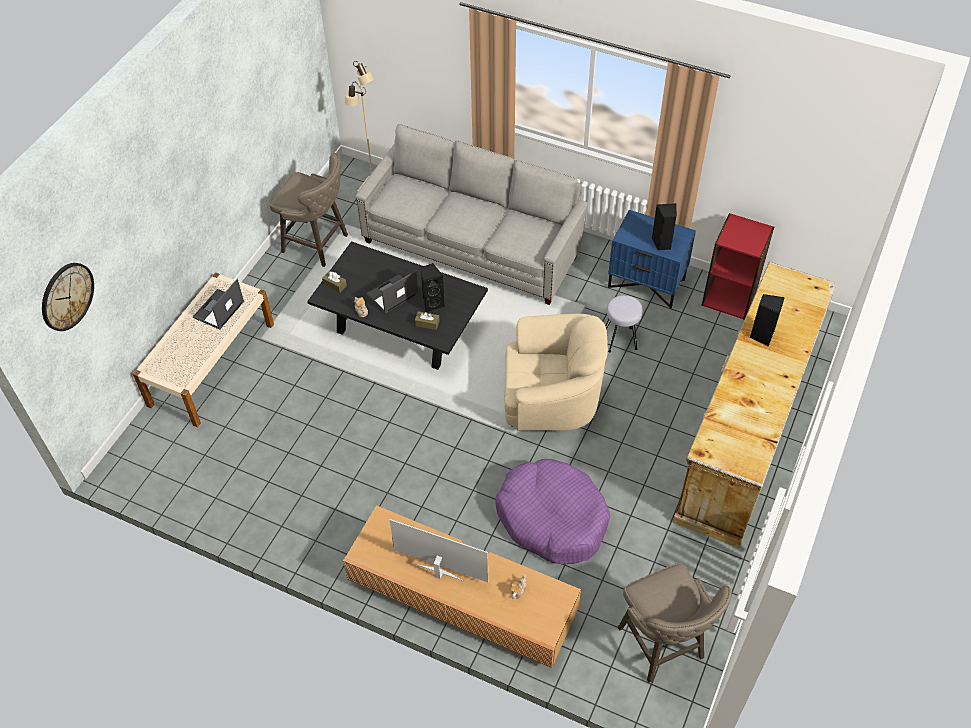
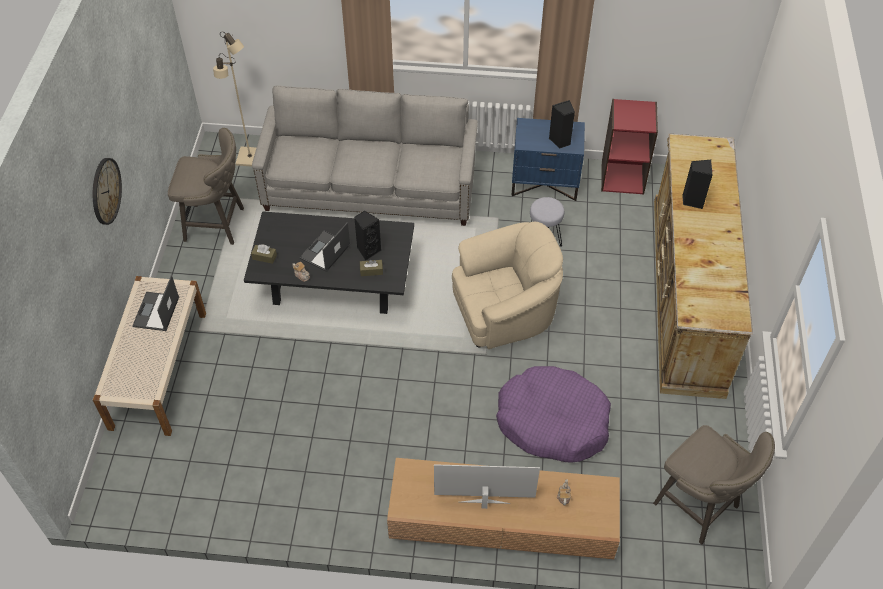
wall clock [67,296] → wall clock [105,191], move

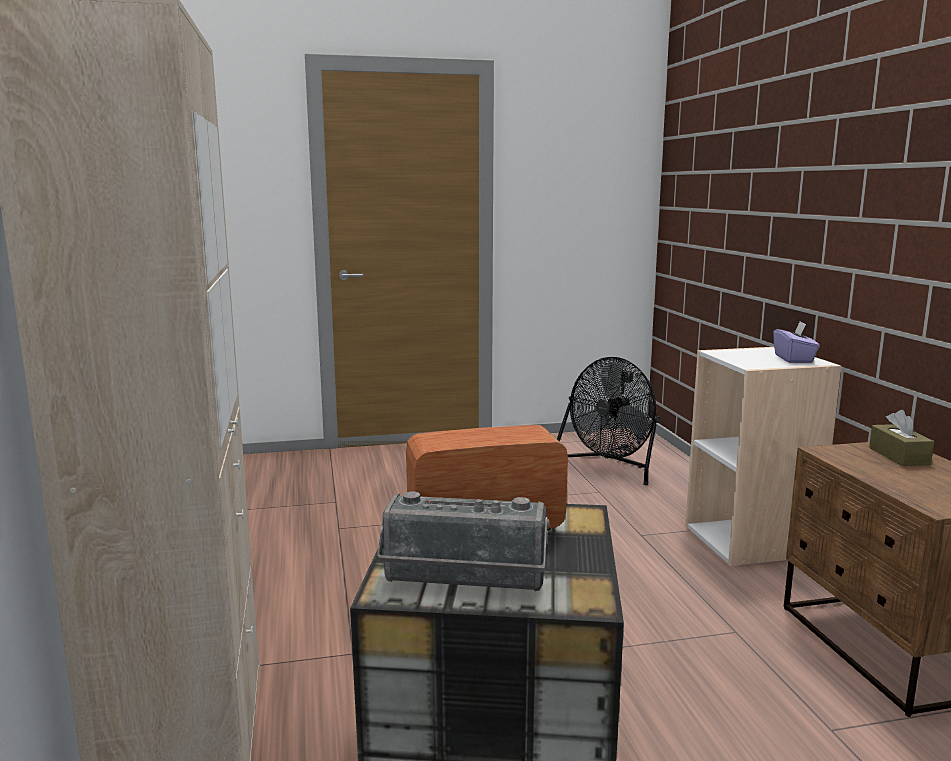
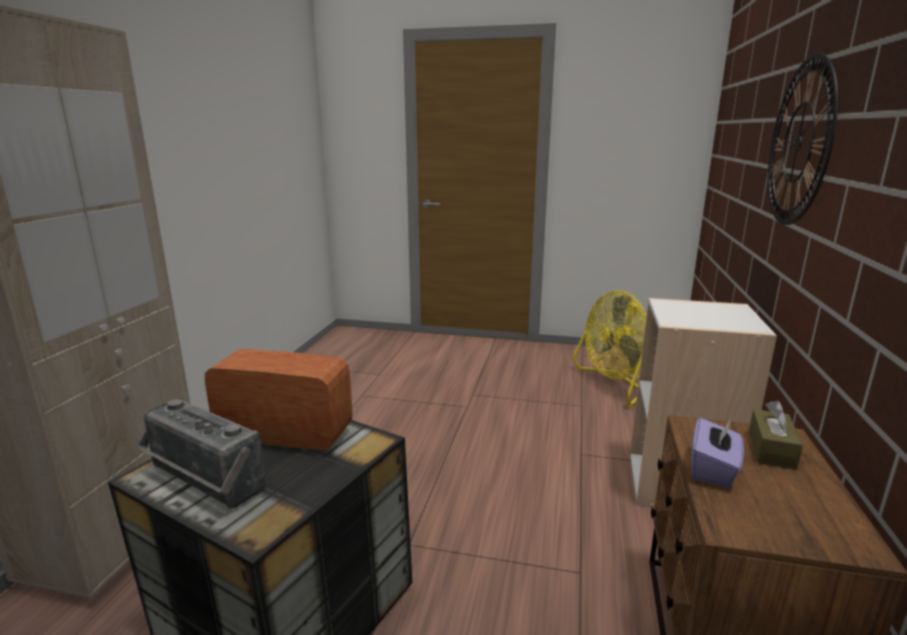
purple-coloured tissue box [794,359] → purple-coloured tissue box [713,469], move
blackish fan [612,465] → yellow-coloured fan [616,383]
- → wall clock [799,143]

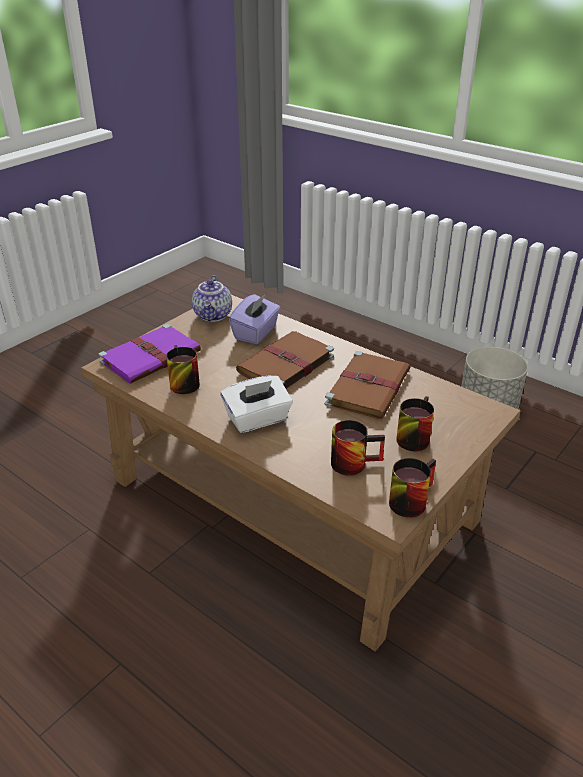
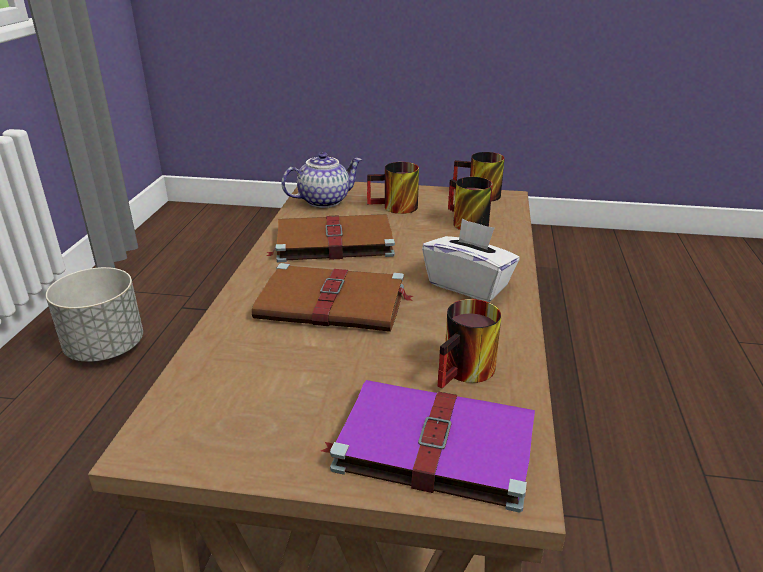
tea pot [214,315] → tea pot [324,201], move
purple-coloured tissue box [256,332] → -

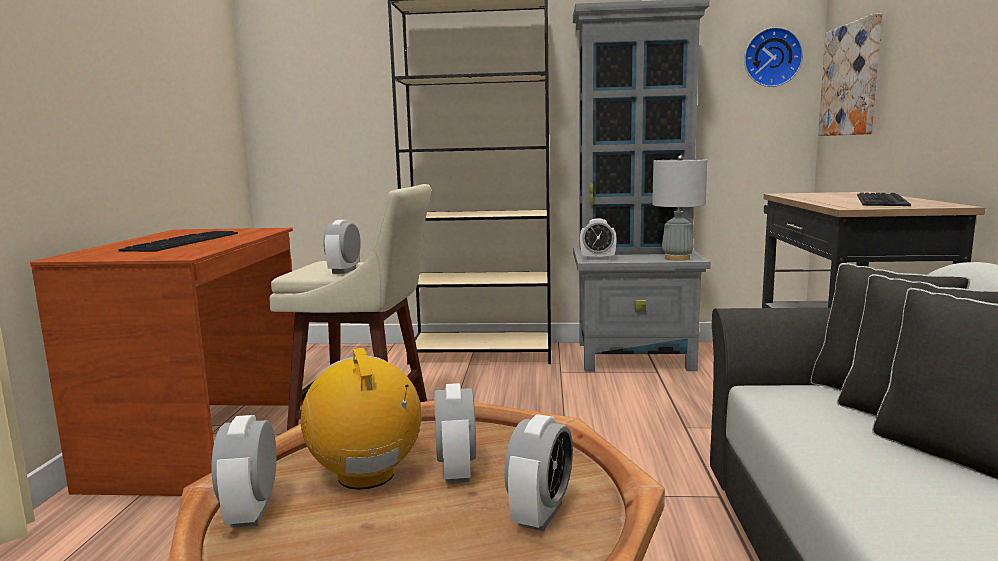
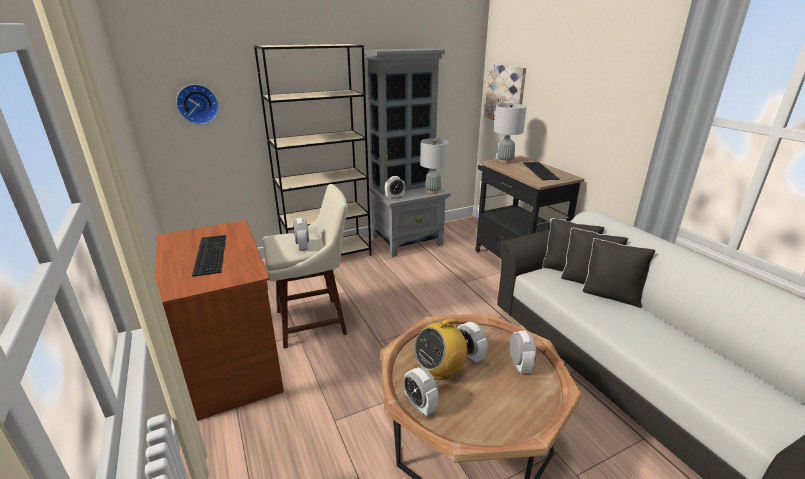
wall clock [771,57] → wall clock [197,104], move
radio receiver [366,476] → radio receiver [440,370], 75 degrees counterclockwise
- → gray table lamp [505,161]

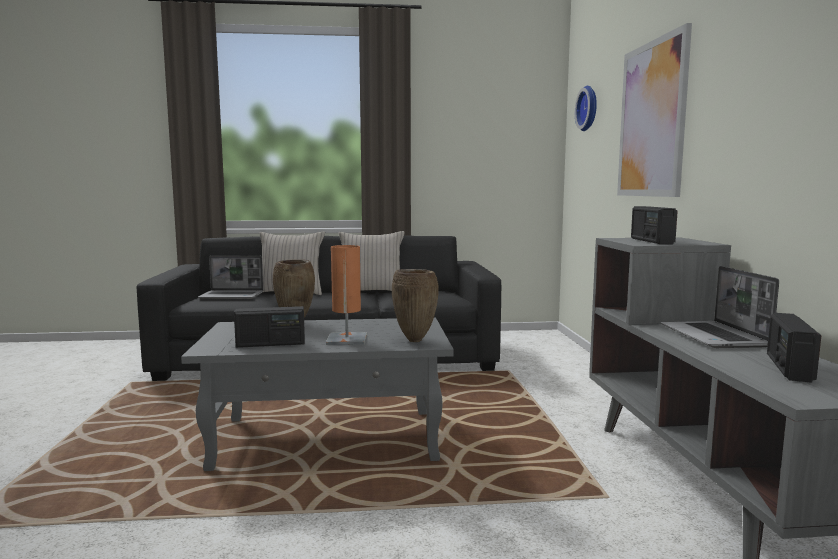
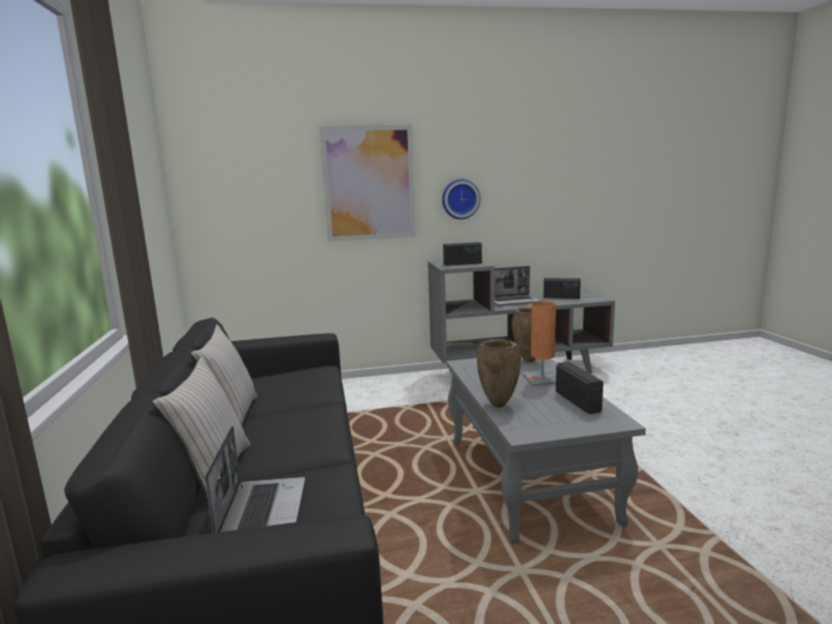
wall clock [589,108] → wall clock [460,199], move

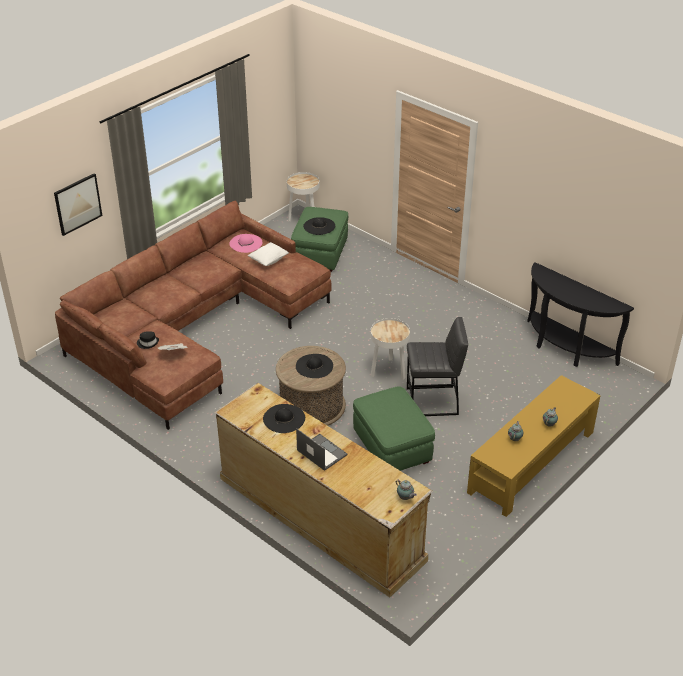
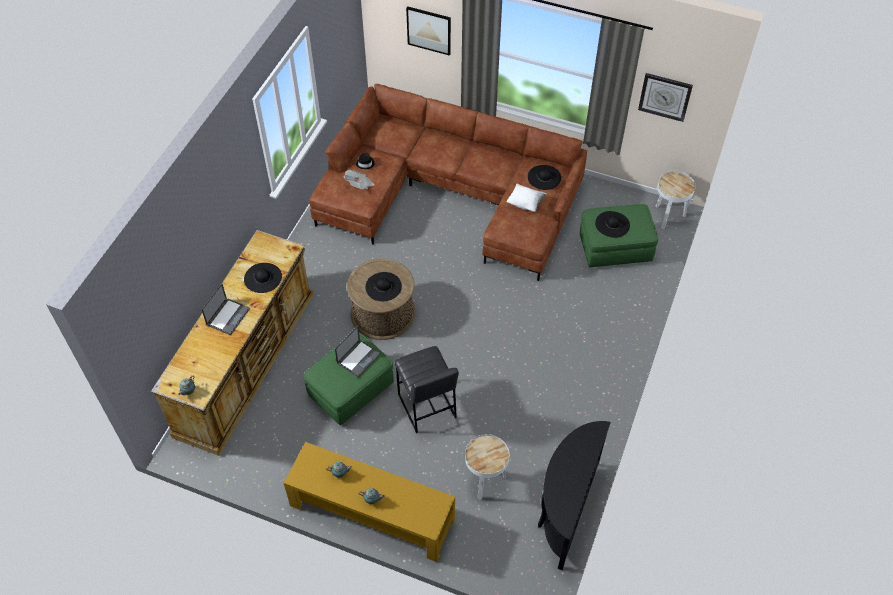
pink-coloured wearable hat [245,243] → blackish wearable hat [544,177]
white side table [388,371] → white side table [485,480], move
- → wall clock [665,96]
- → laptop [359,358]

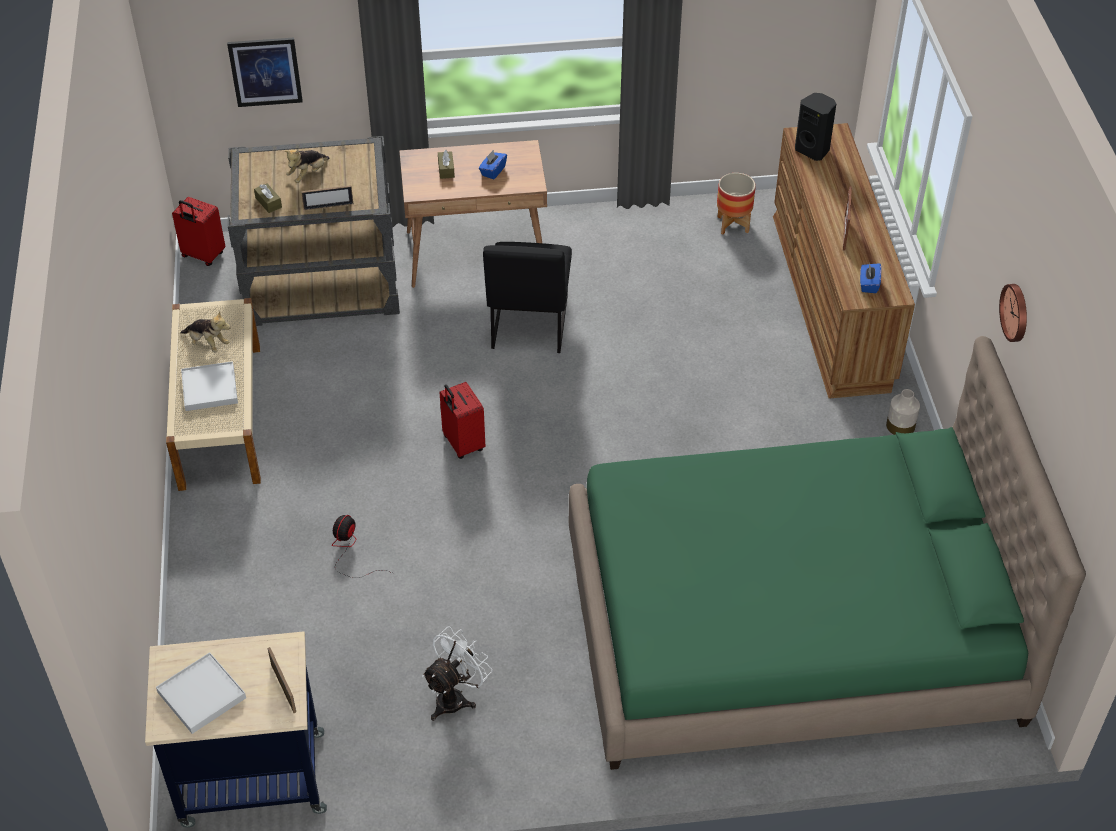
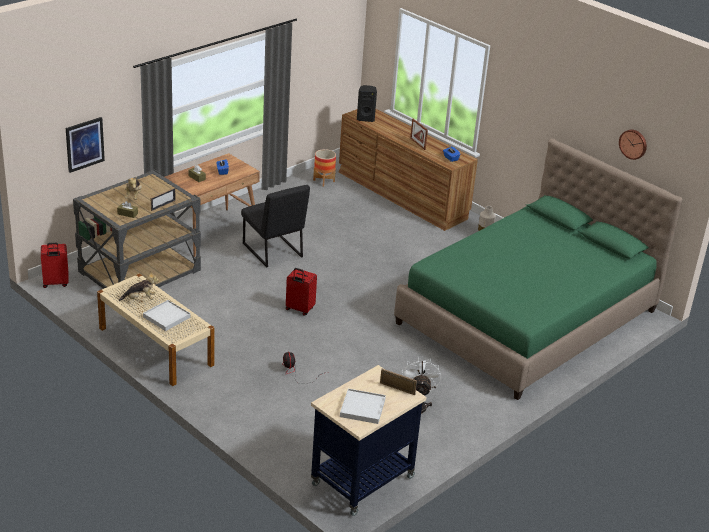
wall clock [1016,312] → wall clock [633,144], move

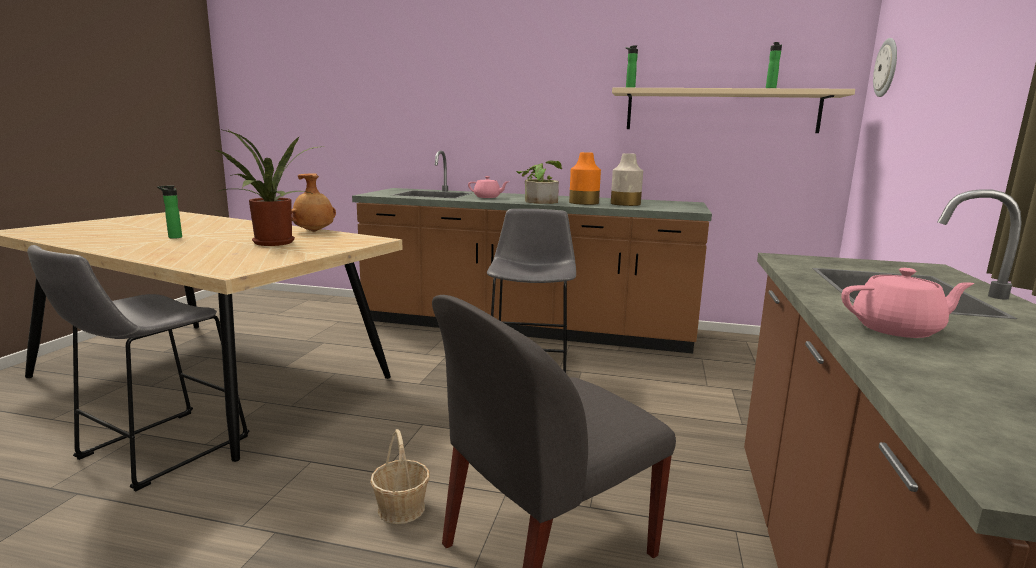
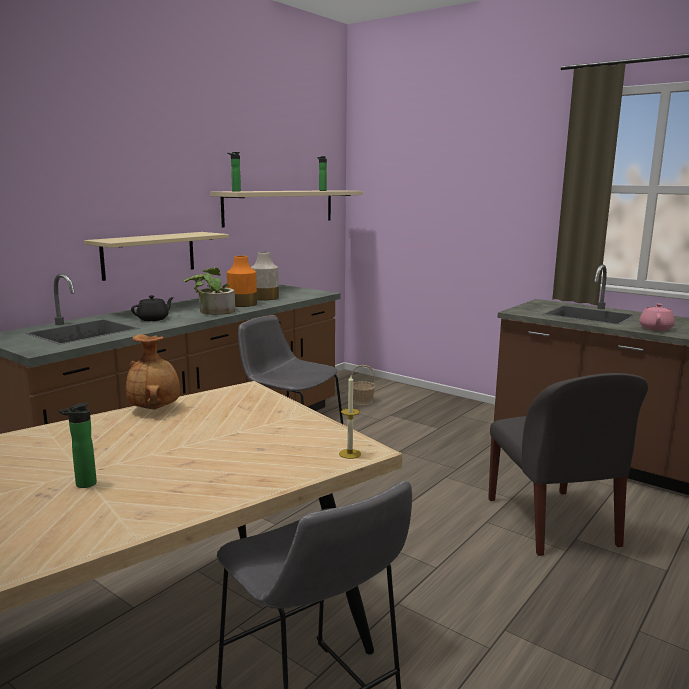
wall clock [887,67] → -
houseplant [273,243] → -
pink-coloured tea pot [487,197] → blackish tea pot [153,319]
household basket [401,508] → household basket [362,401], move
- → beige shelf [149,255]
- → wax light [350,454]

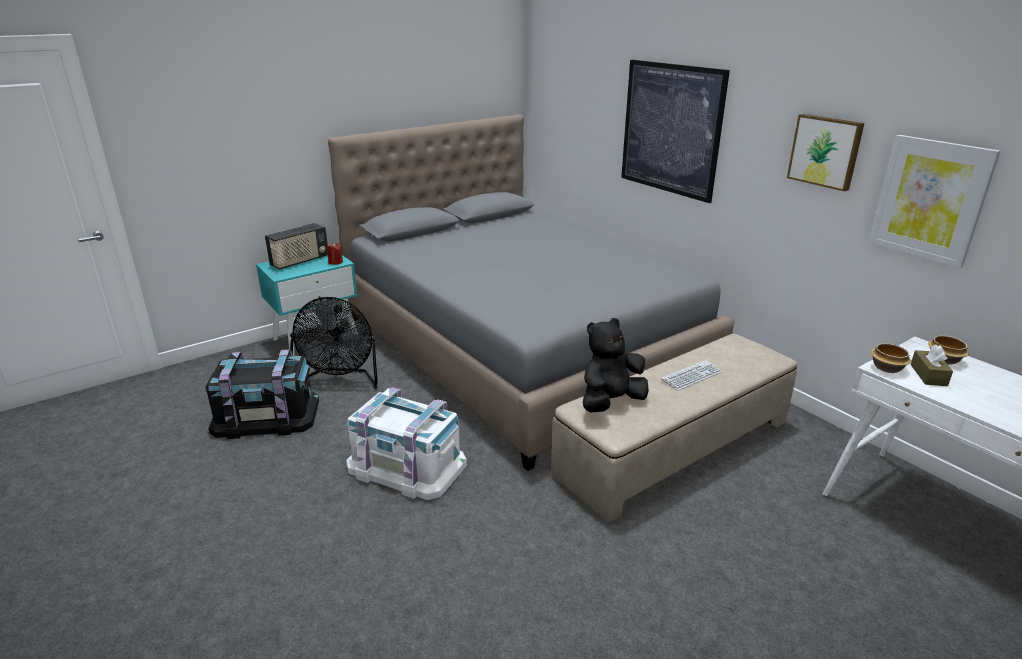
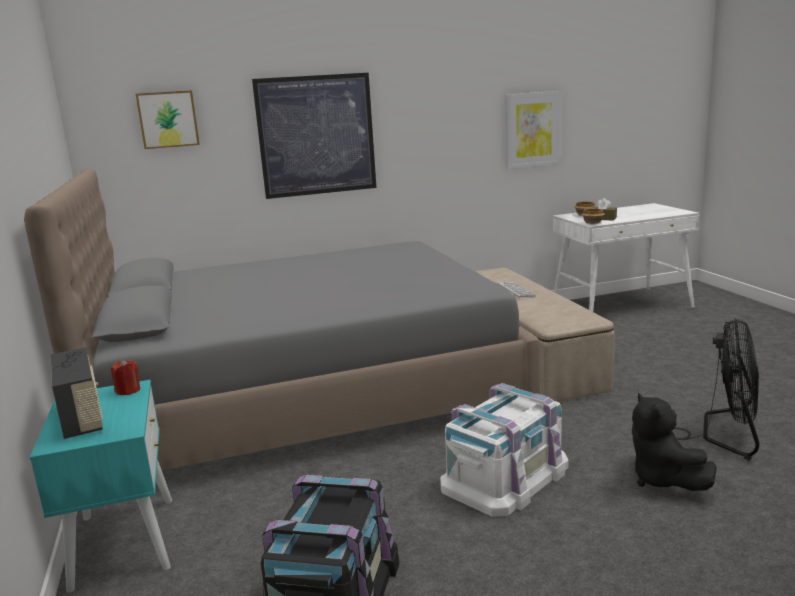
picture [825,151] → picture [168,119], move
blackish fan [338,377] → blackish fan [722,431], move
blackish plush toy [610,402] → blackish plush toy [662,479], move

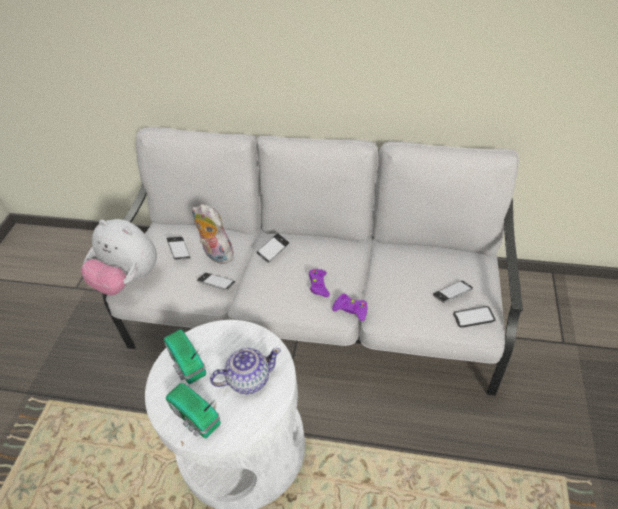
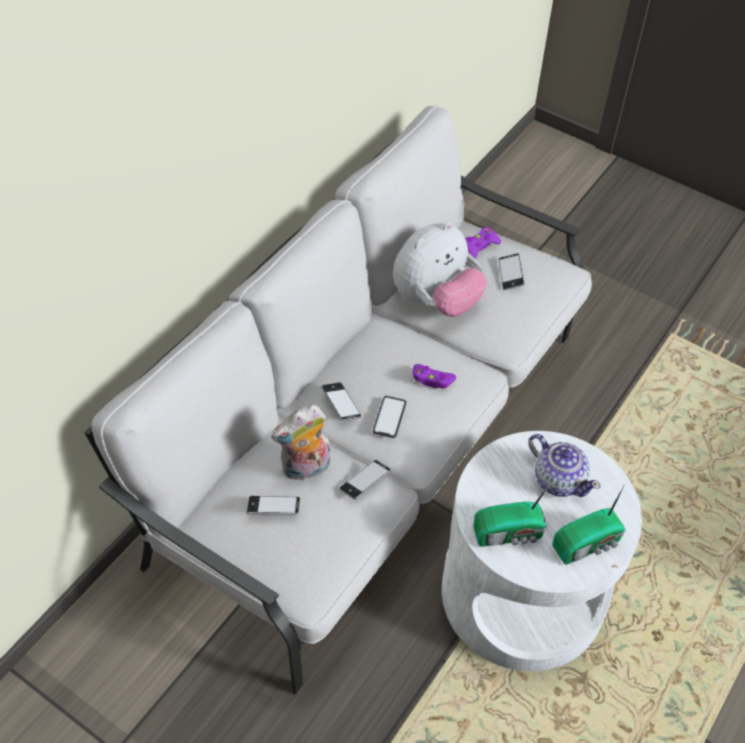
plush toy [128,279] → plush toy [436,300], move
purple-coloured gamepad [351,309] → purple-coloured gamepad [480,246], move
telephone [474,317] → telephone [389,417], move
tea pot [248,379] → tea pot [558,479], 135 degrees clockwise

